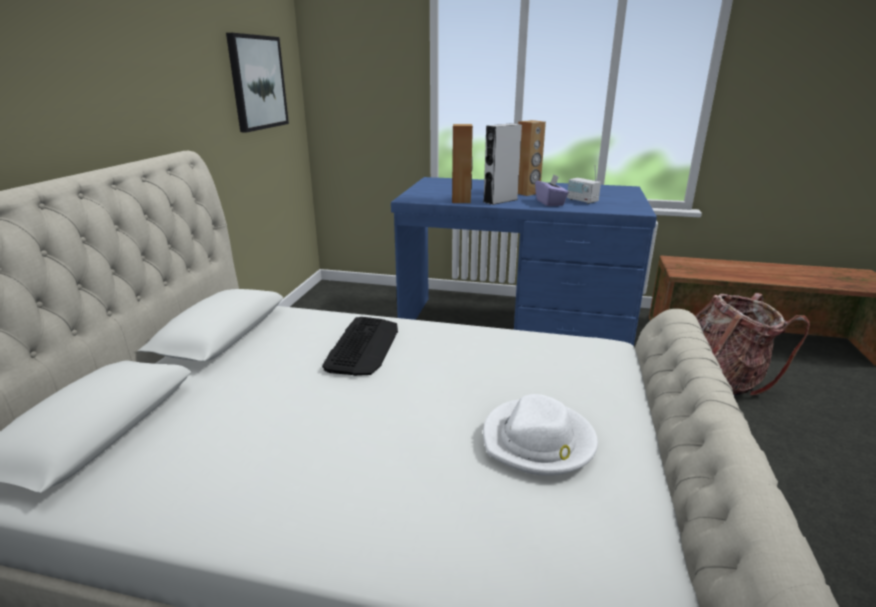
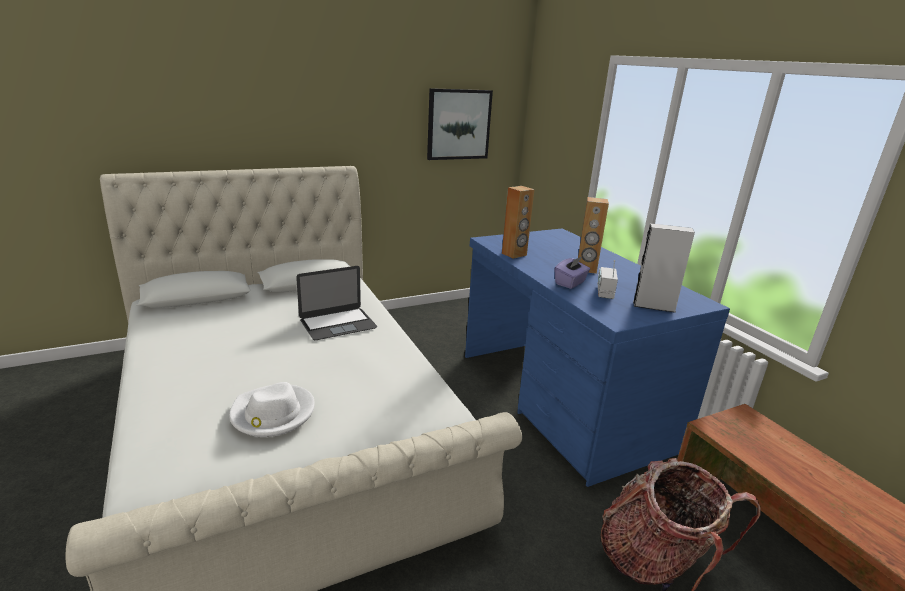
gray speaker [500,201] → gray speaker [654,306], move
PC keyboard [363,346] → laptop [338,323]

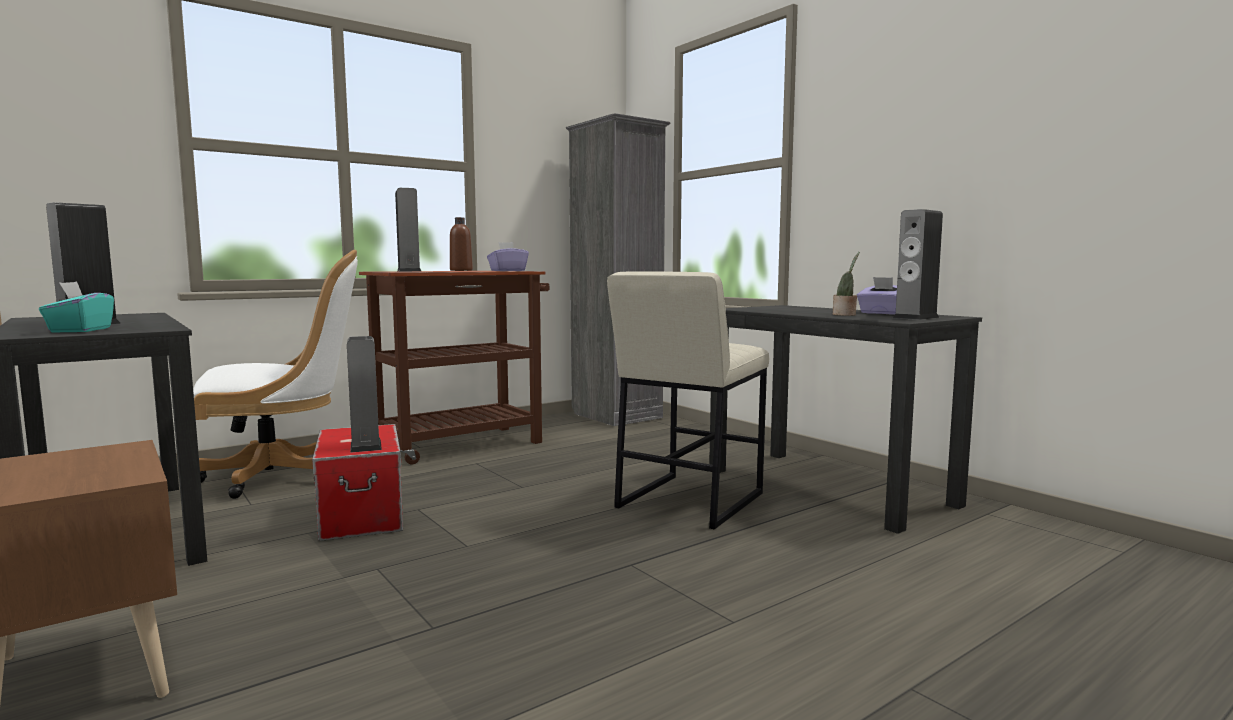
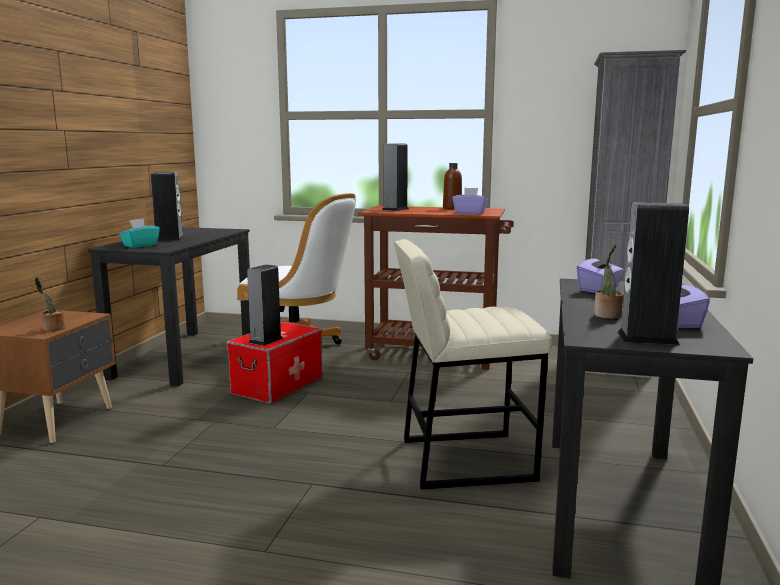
- → purple-coloured tissue box [599,289]
- → houseplant [52,329]

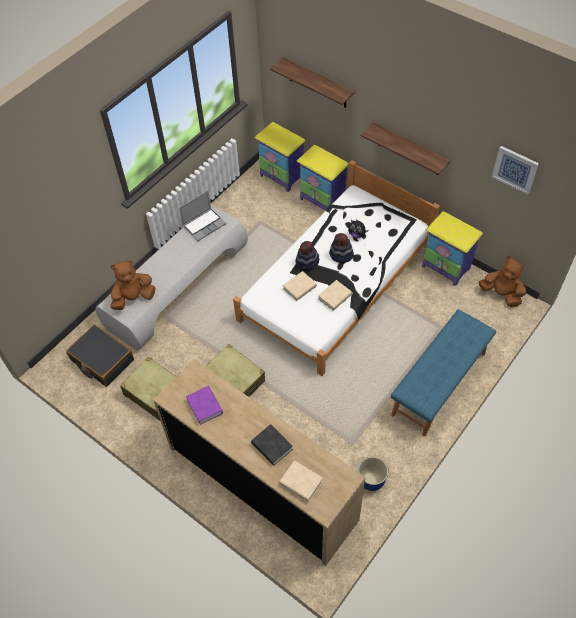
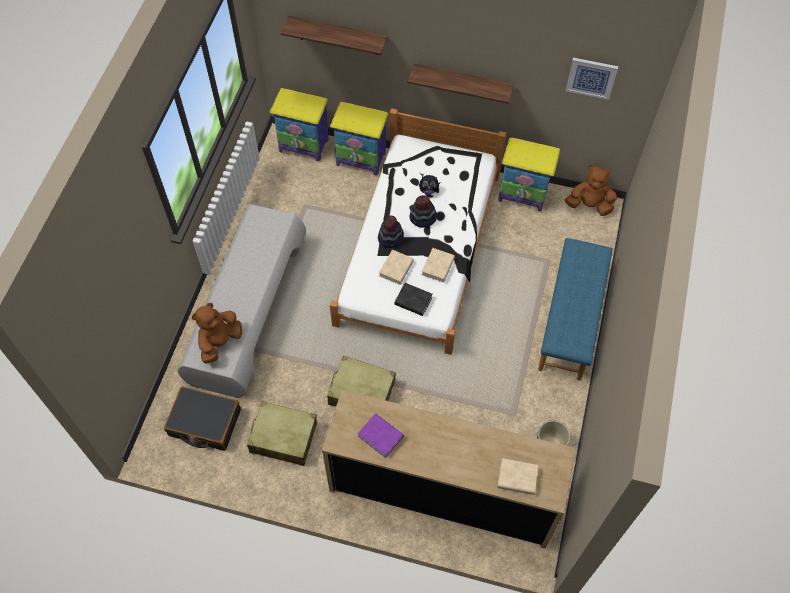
laptop [204,224] → -
blackish book [272,446] → blackish book [413,301], move

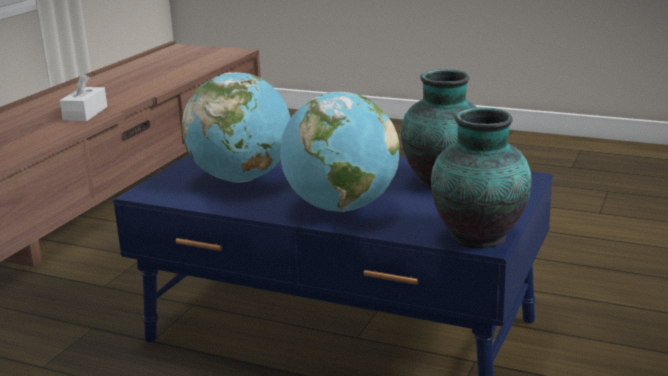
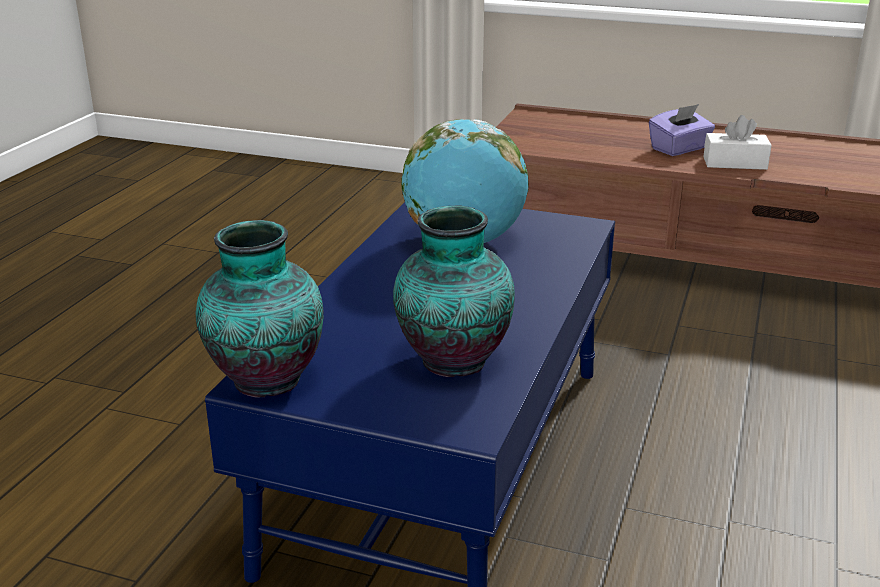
globe [340,208] → -
- → purple-coloured tissue box [679,149]

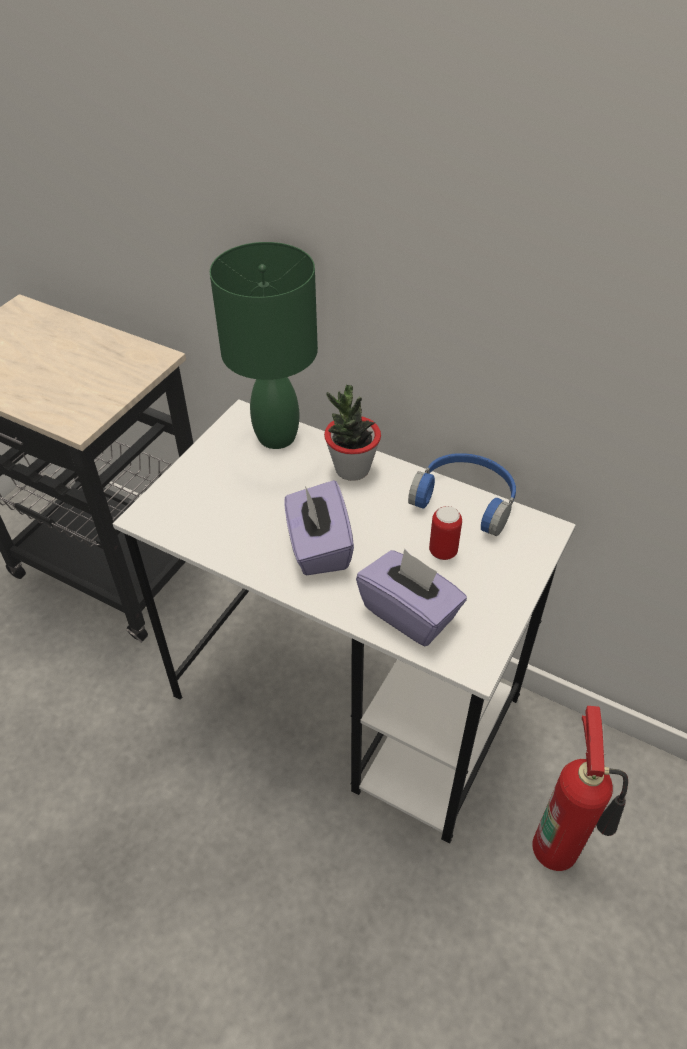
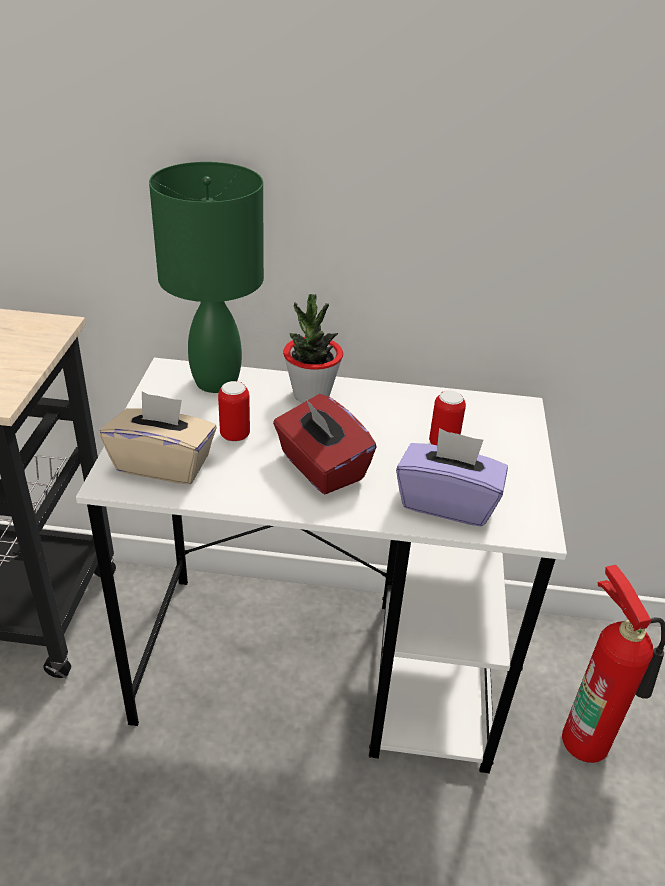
blue pair of headphones [466,499] → -
purple-coloured tissue box [318,547] → reddish tissue box [321,467]
- → sealed can [235,435]
- → beige tissue box [163,464]

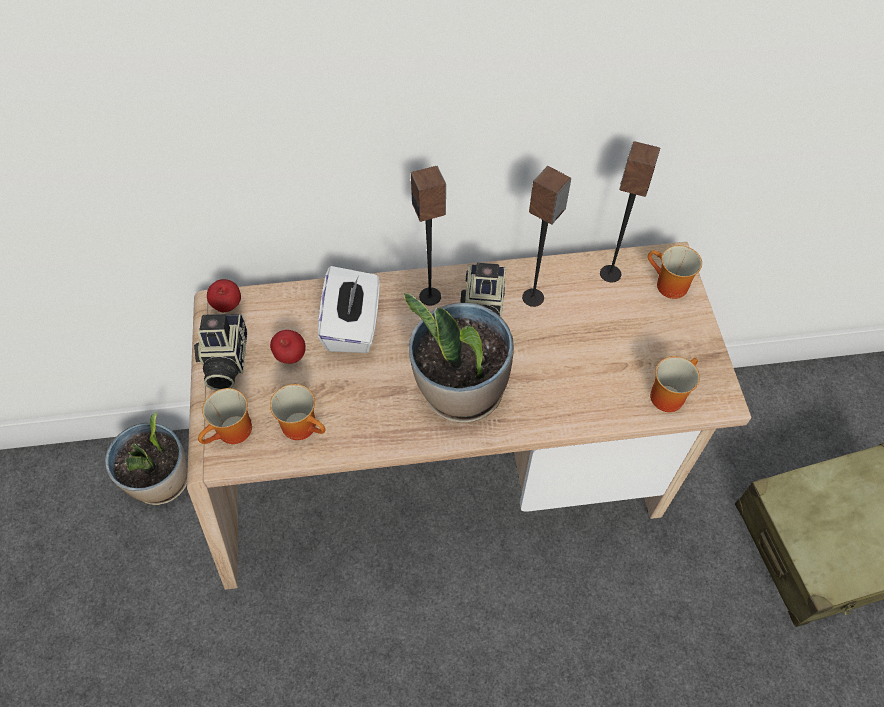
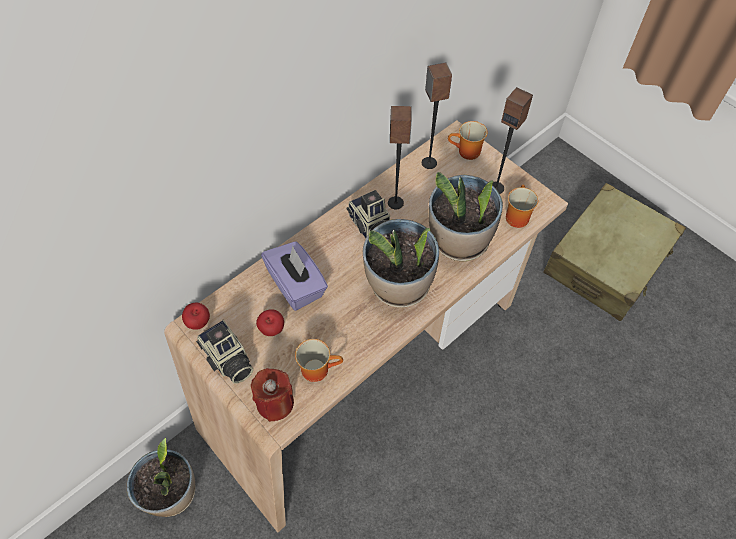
speaker [430,296] → speaker [496,187], move
white tissue box [353,326] → purple-coloured tissue box [297,285]
mug [233,433] → reddish wax light [275,403]
- → houseplant [459,241]

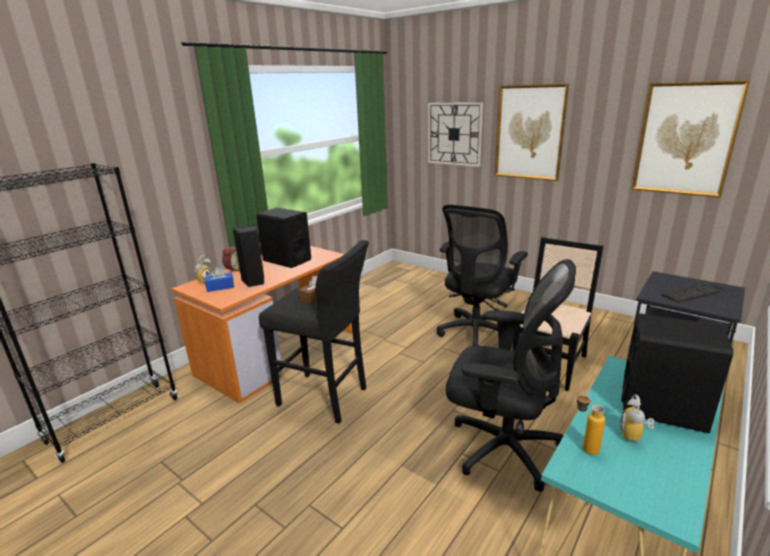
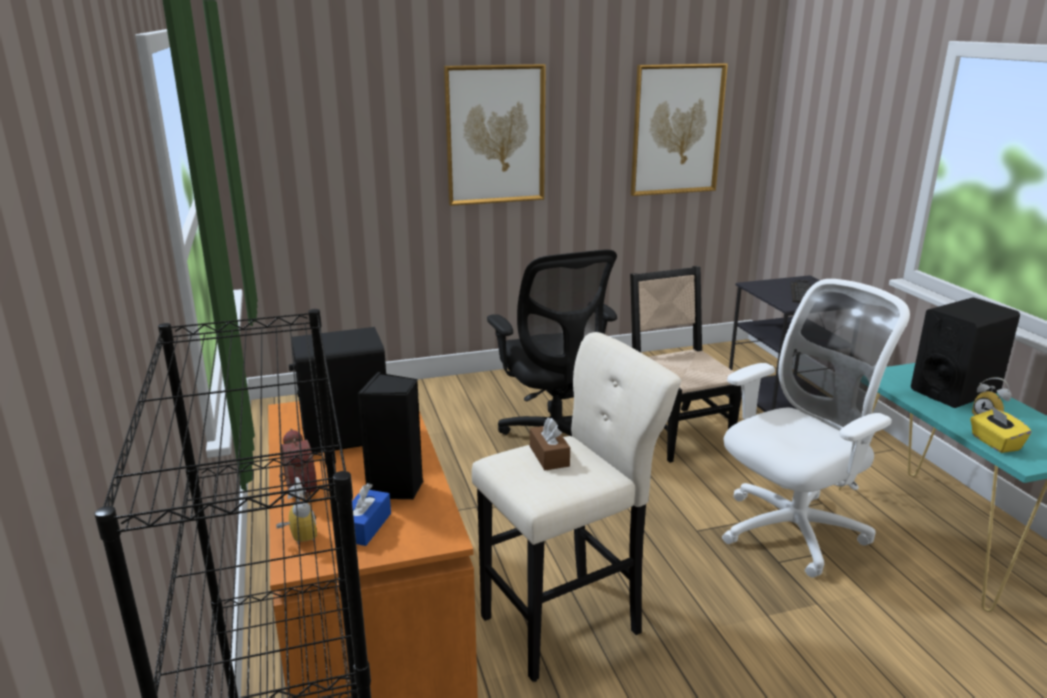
wall clock [454,134] → -
blackish stool [326,398] → beige stool [567,621]
blackish computer chair [498,448] → white computer chair [788,535]
bottle [584,447] → yellow-coloured tissue box [995,443]

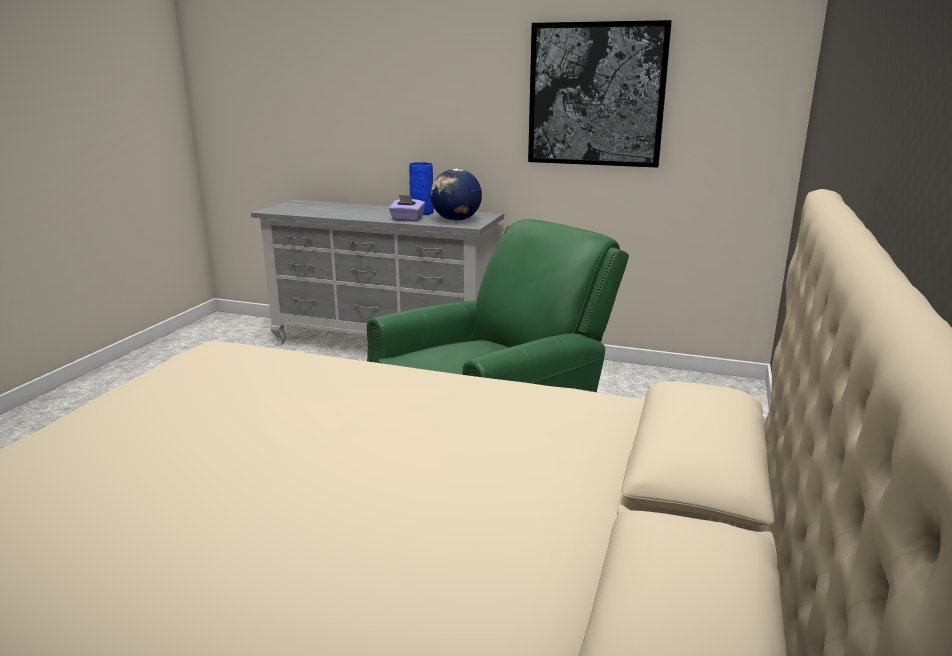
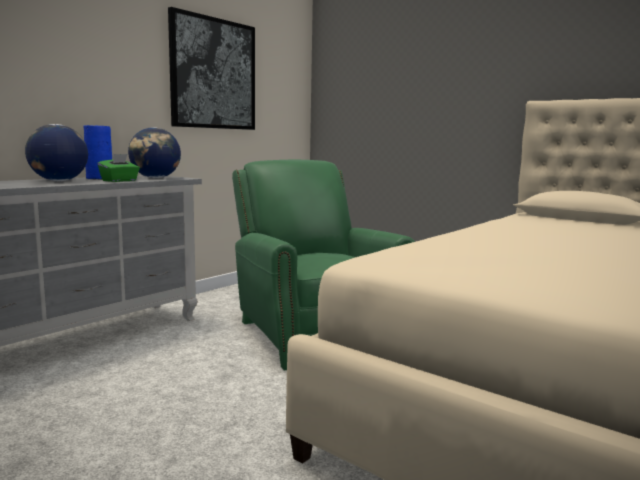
purple-coloured tissue box [407,219] → greenish tissue box [119,181]
- → globe [58,181]

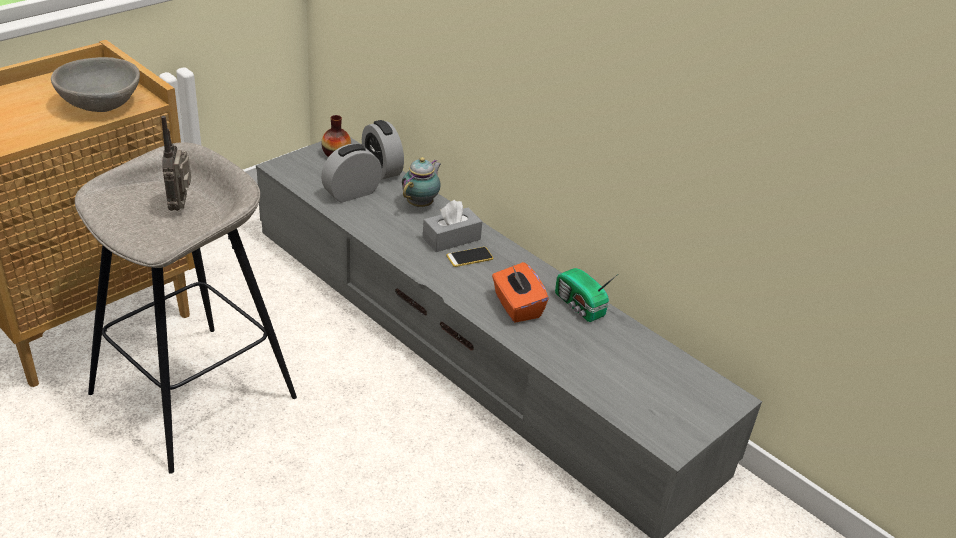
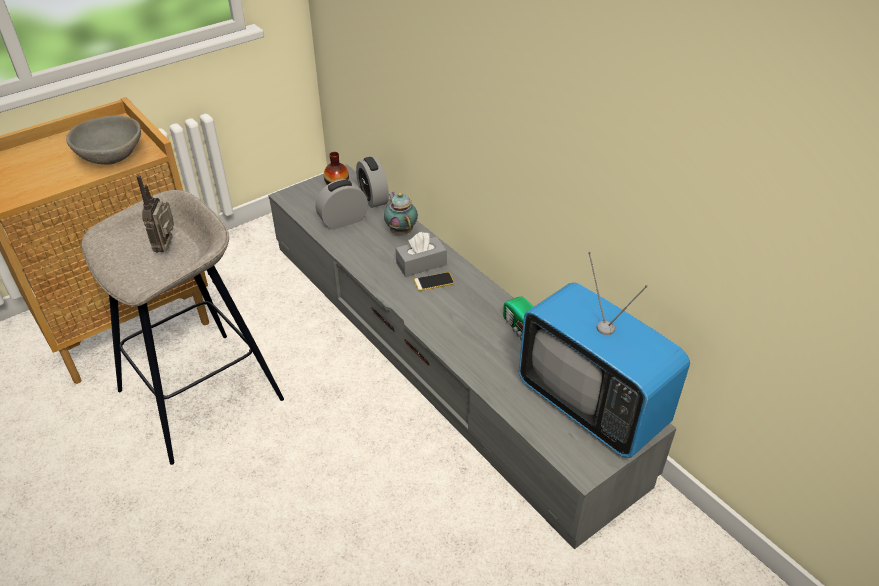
tea pot [421,204] → tea pot [401,231], 60 degrees counterclockwise
orange tissue box [516,306] → -
- → TV set [591,405]

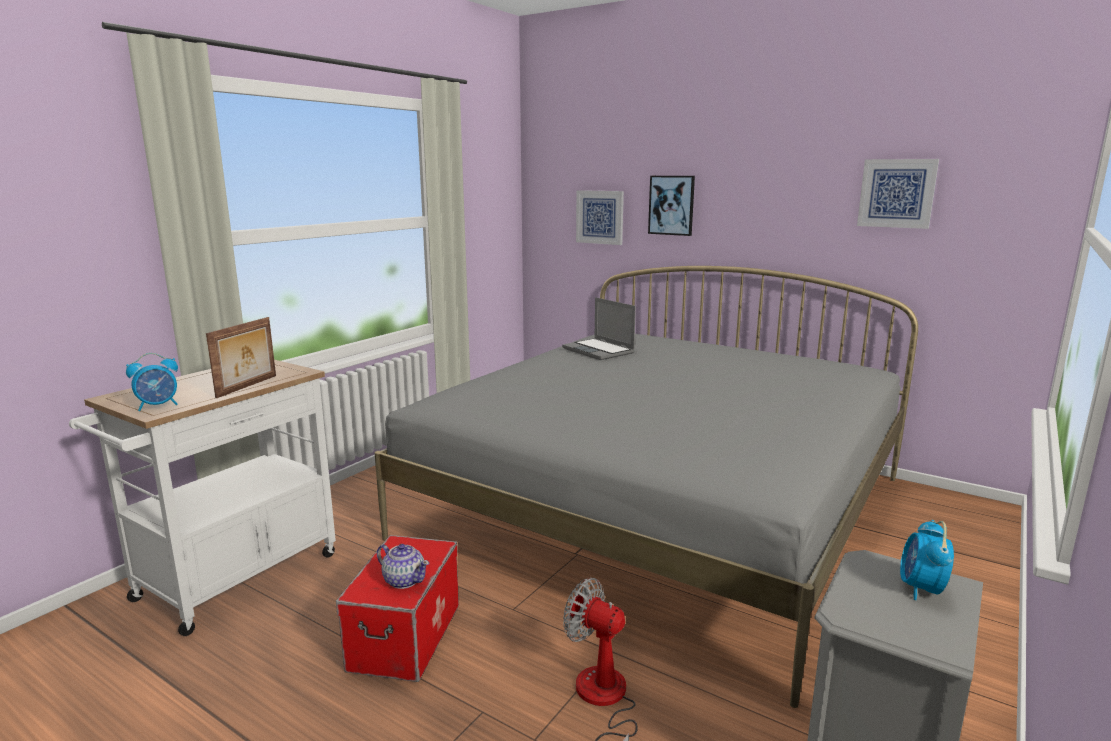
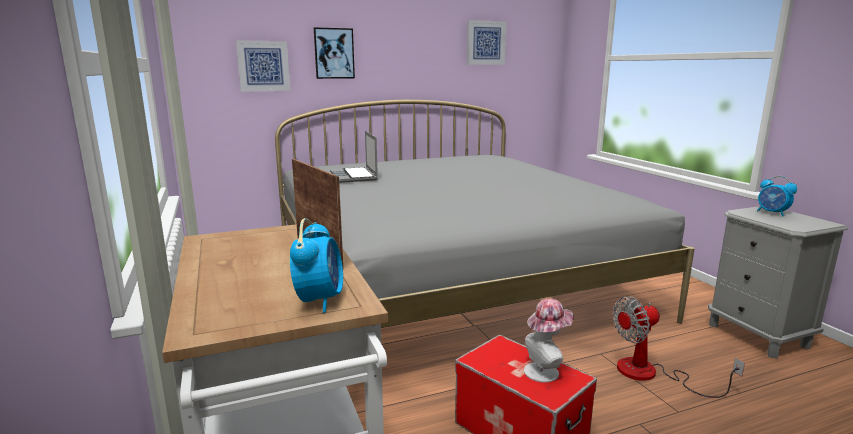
laptop [599,351] → laptop [354,176], 75 degrees clockwise
tea pot [404,580] → wearable hat [545,371]

